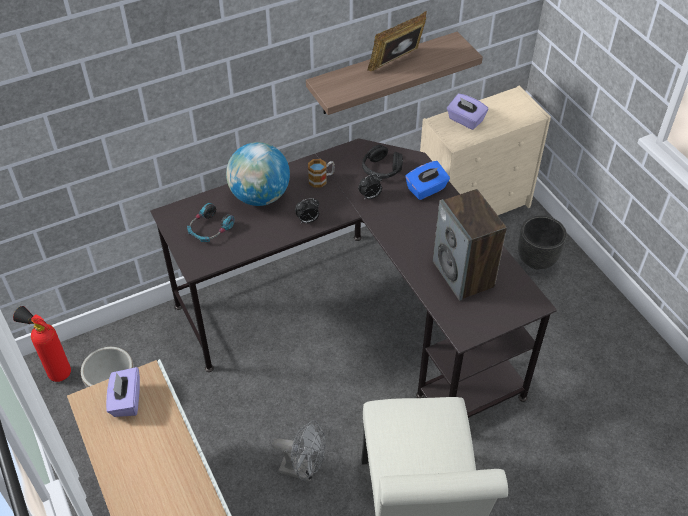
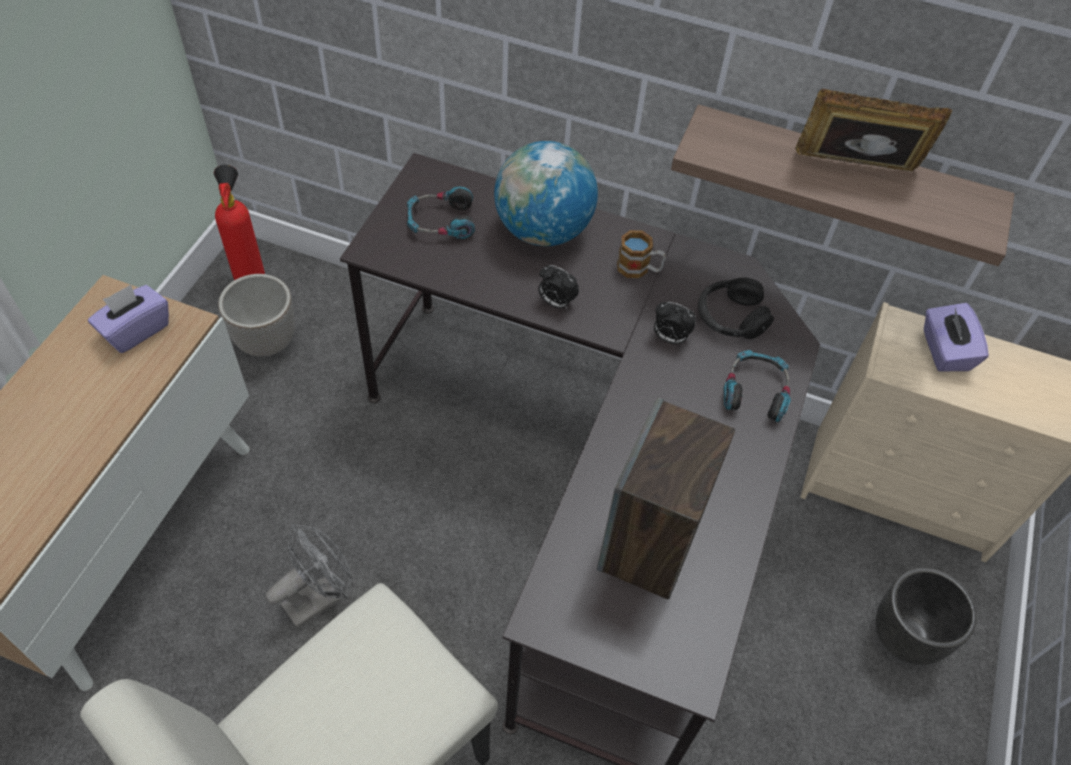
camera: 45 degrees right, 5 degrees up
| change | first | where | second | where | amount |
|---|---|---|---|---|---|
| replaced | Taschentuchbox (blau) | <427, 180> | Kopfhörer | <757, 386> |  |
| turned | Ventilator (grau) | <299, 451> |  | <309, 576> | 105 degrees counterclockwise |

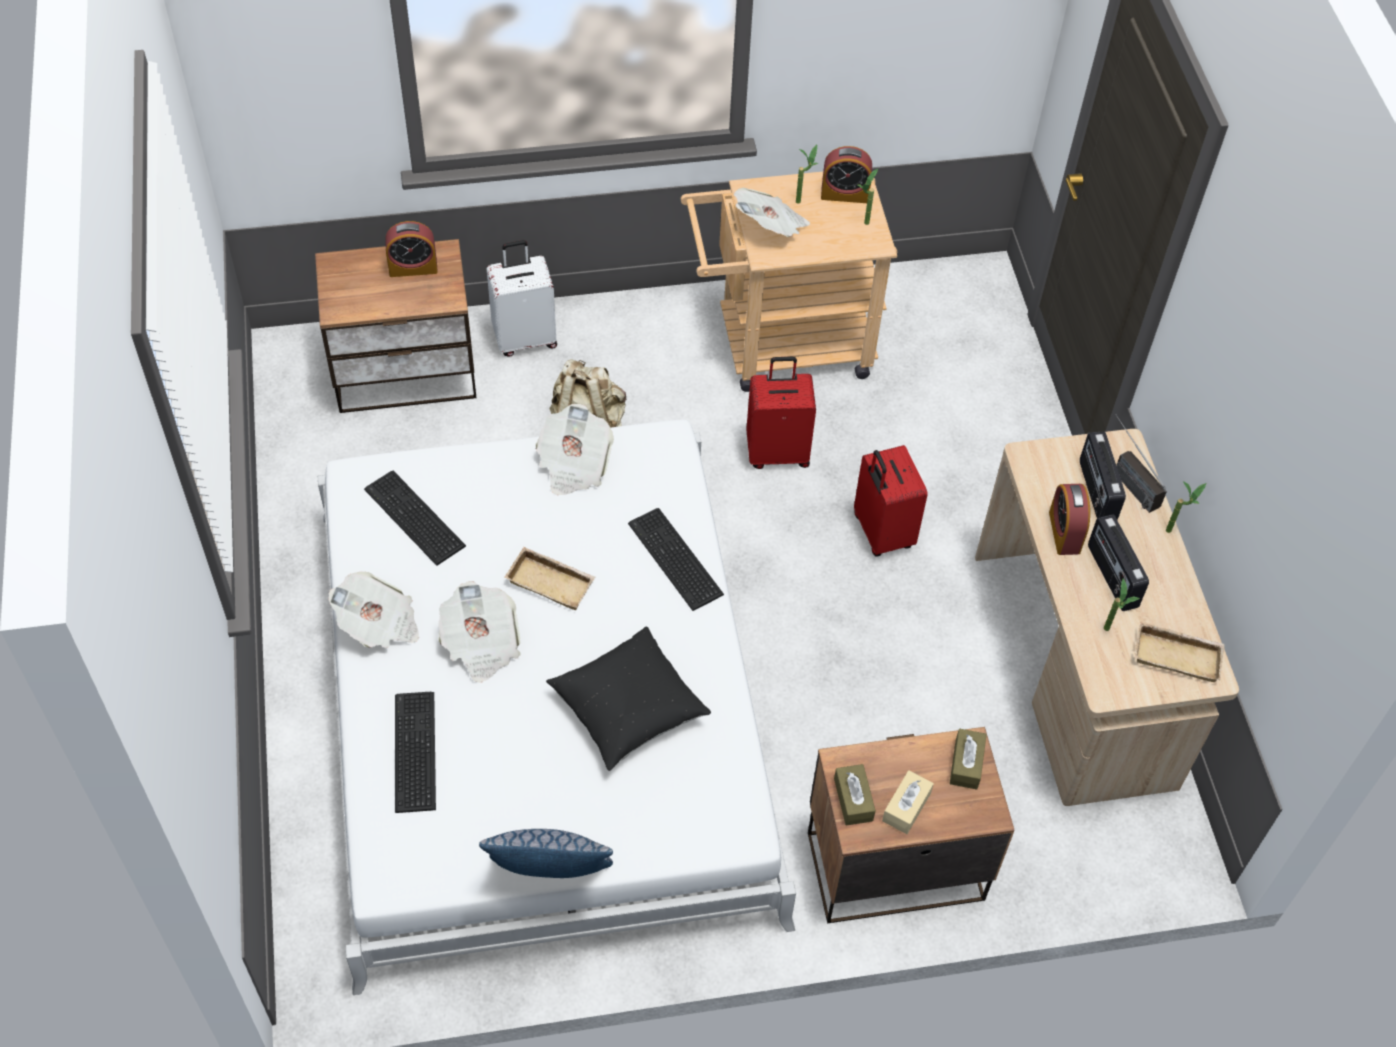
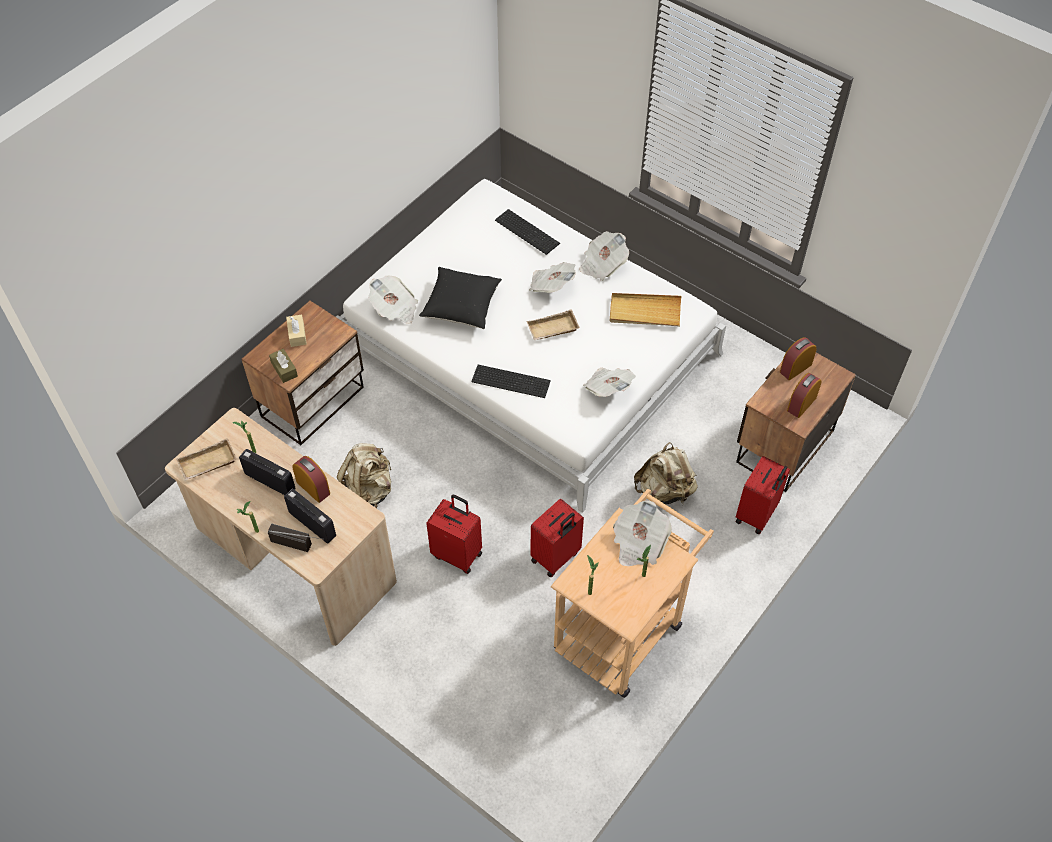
camera: 140 degrees right, 0 degrees up
| change | first | where | second | where | amount |
|---|---|---|---|---|---|
| moved | Wecker | <846, 174> |  | <798, 359> |  |
| recoloured | Koffer (weiß) | <521, 298> | Koffer (rot) | <763, 495> |  |
| replaced | Tastatur | <415, 518> | Tablett (beige) | <645, 310> |  |
| removed | Taschentuchbox (braun) | <855, 795> |  |  |  |
| removed | Kissen | <546, 853> |  |  |  |
| added |  |  | Zeitung | <393, 300> |  |
| added |  |  | Rucksack (beige) | <364, 475> |  |

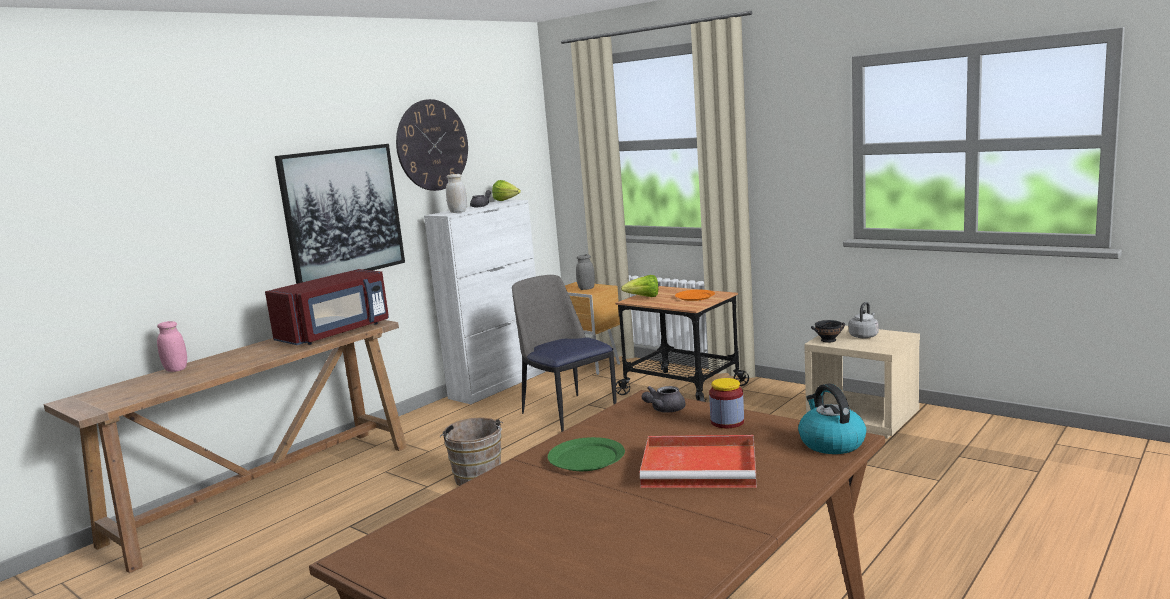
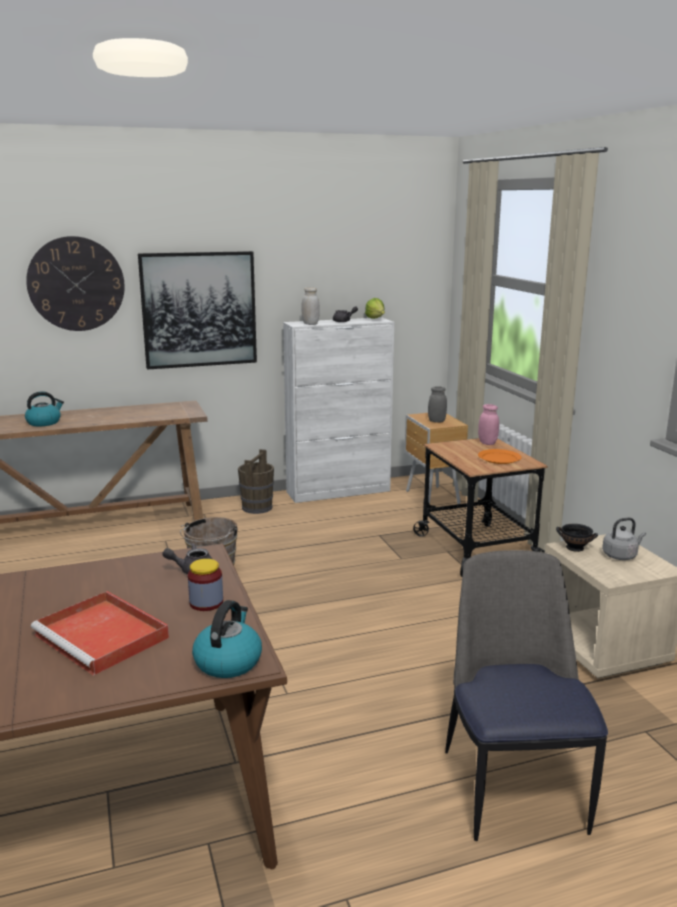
camera: 30 degrees right, 5 degrees up
| change | first | where | second | where | amount |
|---|---|---|---|---|---|
| moved | Wanduhr | <432, 145> |  | <75, 283> |  |
| removed | Mikrowelle (rot) | <327, 307> |  |  |  |
| moved | Stuhl | <564, 353> |  | <526, 695> |  |
| removed | Salatkopf | <639, 286> |  |  |  |
| moved | Vorratsglas (rosa) | <172, 346> |  | <488, 424> |  |
| removed | Teller (grün) | <586, 454> |  |  |  |
| added |  |  | Wasserkessel | <44, 408> |  |
| added |  |  | Eimer (braun) | <256, 481> |  |

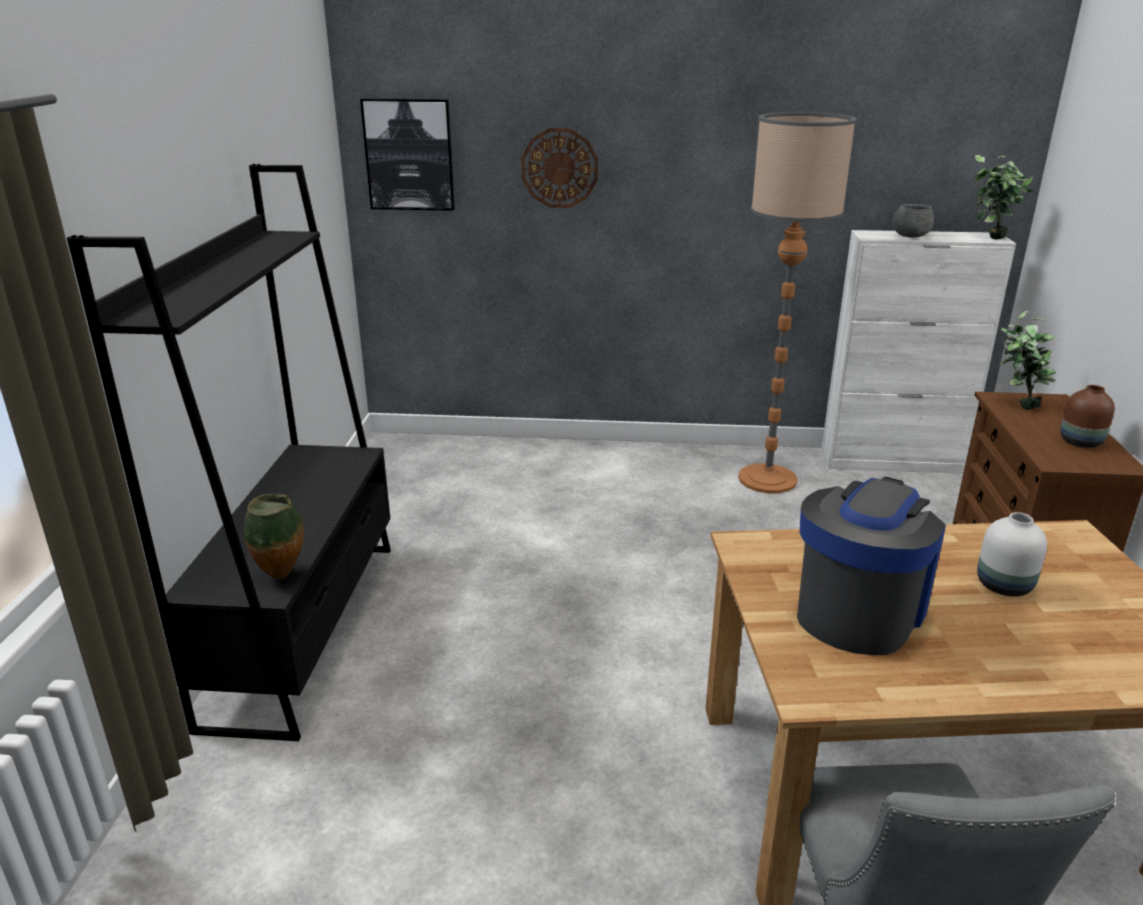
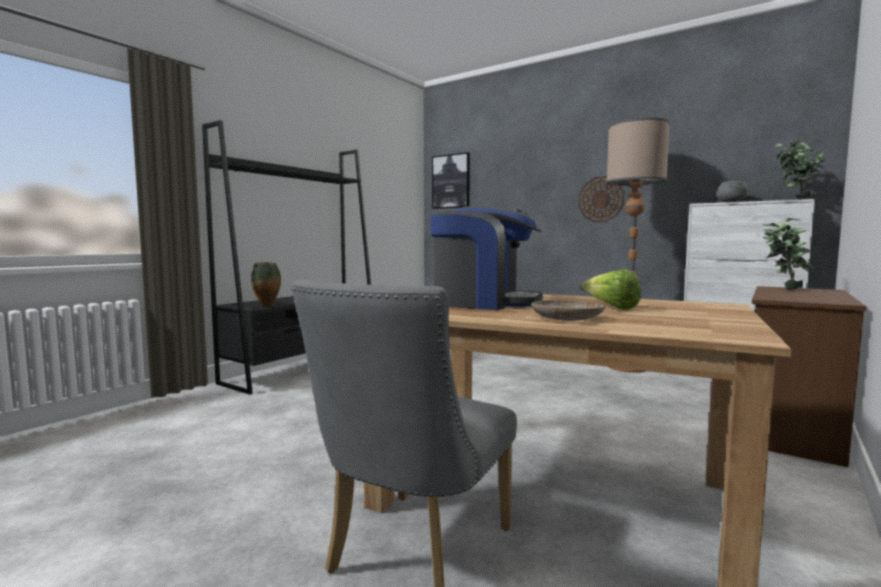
camera: 30 degrees right, 20 degrees down
| change | first | where | second | where | amount |
|---|---|---|---|---|---|
| moved | Wanduhr | <559, 168> |  | <601, 199> |  |
| removed | Vase (braun) | <1087, 416> |  |  |  |
| turned | Kaffeemaschine | <871, 566> |  | <486, 258> | 45 degrees clockwise |
| replaced | Vase (weiß) | <1012, 554> | Salatkopf | <611, 289> |  |
| added |  |  | Teller (beige) | <568, 310> |  |

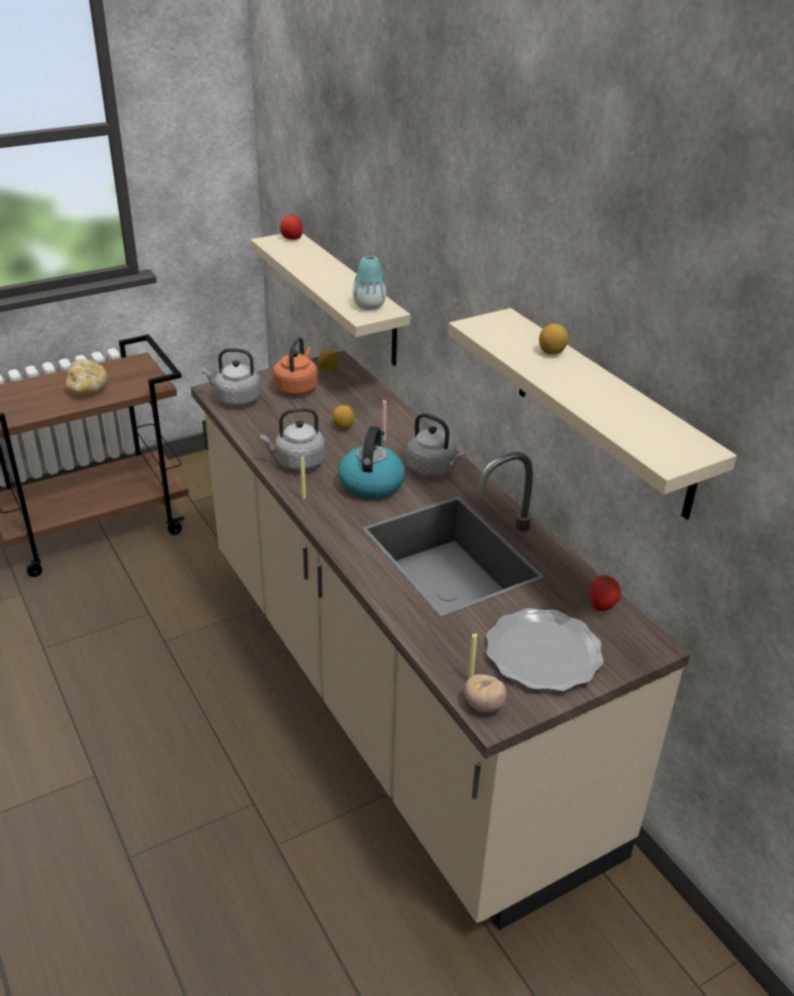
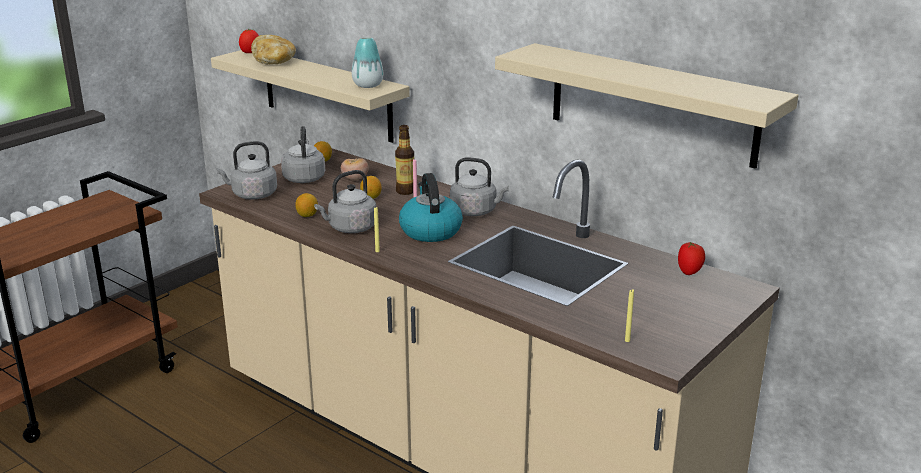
camera: 20 degrees left, 10 degrees down
| change | first | where | second | where | amount |
|---|---|---|---|---|---|
| moved | Zitrone | <553, 339> |  | <306, 205> |  |
| recoloured | Wasserkessel (orange) | <295, 366> | Wasserkessel (grau) | <303, 154> |  |
| moved | Brot | <86, 377> |  | <273, 49> |  |
| removed | Teller | <545, 649> |  |  |  |
| moved | Tomate | <485, 693> |  | <354, 169> |  |
| added |  |  | Flasche | <404, 160> |  |

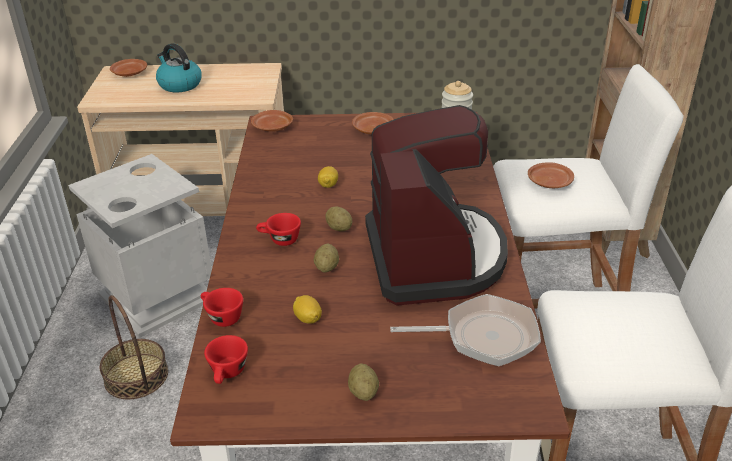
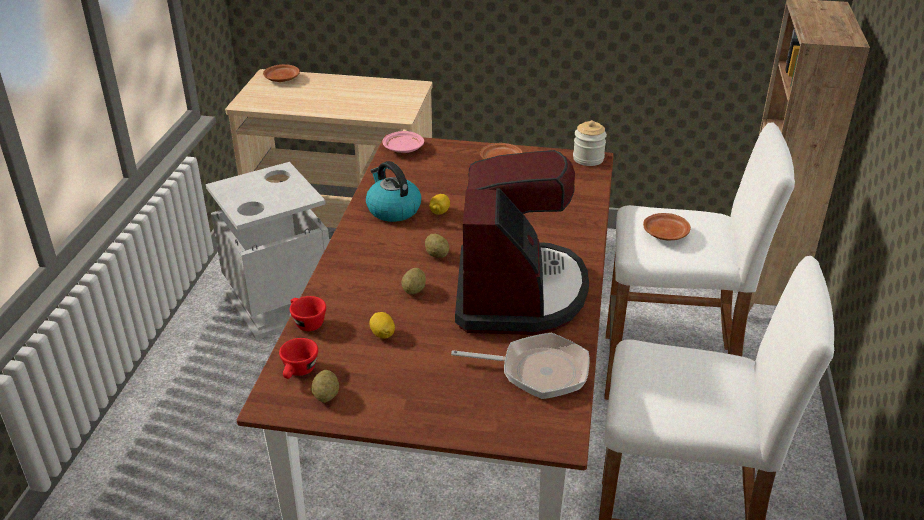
camera: 10 degrees right, 0 degrees up
| change | first | where | second | where | amount |
|---|---|---|---|---|---|
| moved | Wasserkessel | <179, 67> |  | <393, 191> |  |
| recoloured | Teller (braun) | <272, 121> | Teller (rosa) | <403, 142> |  |
| removed | Tasse (rot) | <278, 229> |  |  |  |
| removed | Korb | <134, 347> |  |  |  |
| moved | Kartoffel | <363, 382> |  | <325, 386> |  |

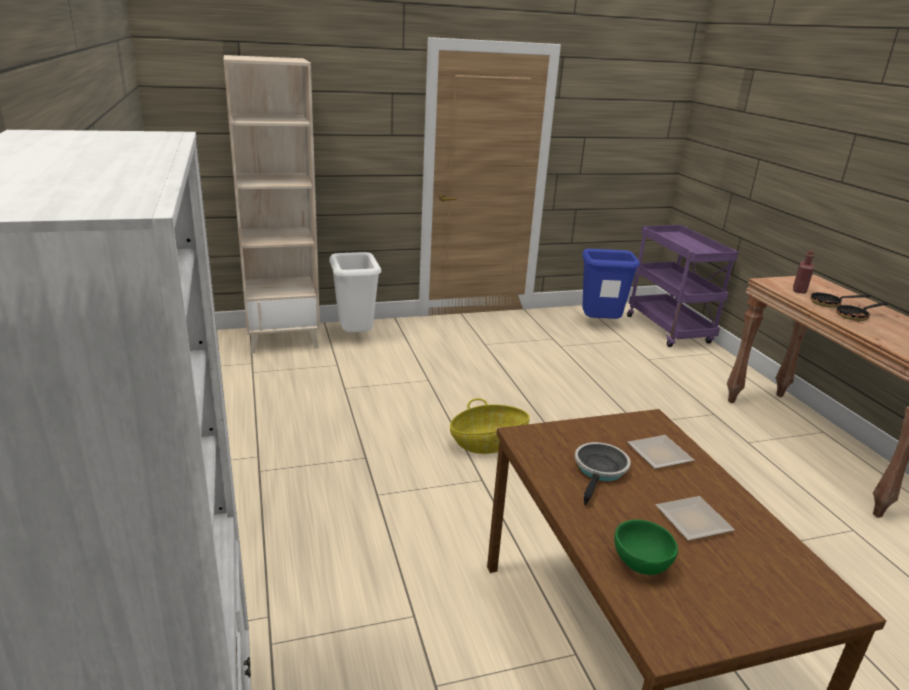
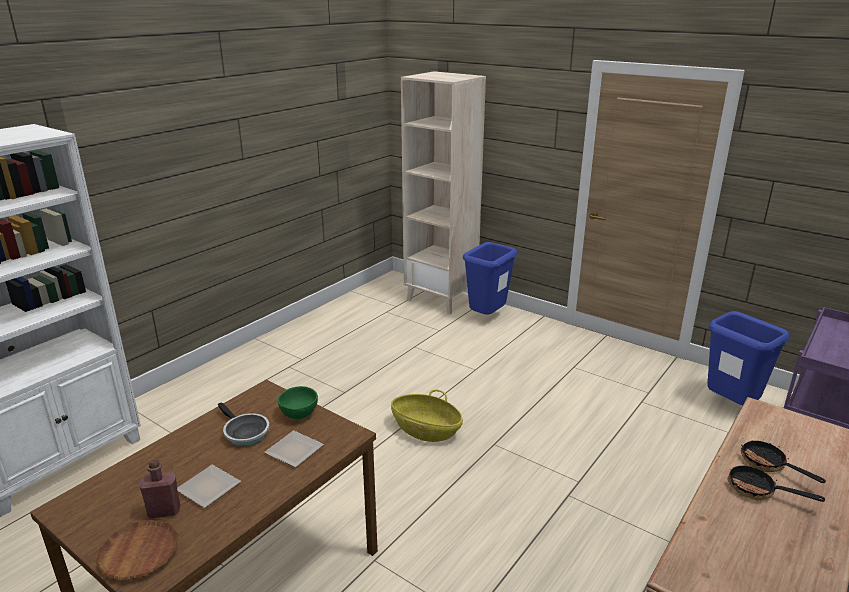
camera: 55 degrees right, 0 degrees up
| change | first | where | second | where | amount |
|---|---|---|---|---|---|
| moved | Flasche (rot) | <803, 272> |  | <159, 489> |  |
| recoloured | Mülleimer (weiß) | <355, 292> | Mülleimer (blau) | <490, 278> |  |
| turned | Pfanne | <603, 473> |  | <243, 424> | 60 degrees clockwise |
| moved | Schüssel (grün) | <646, 547> |  | <298, 402> |  |
| added |  |  | Teller (braun) | <137, 550> |  |

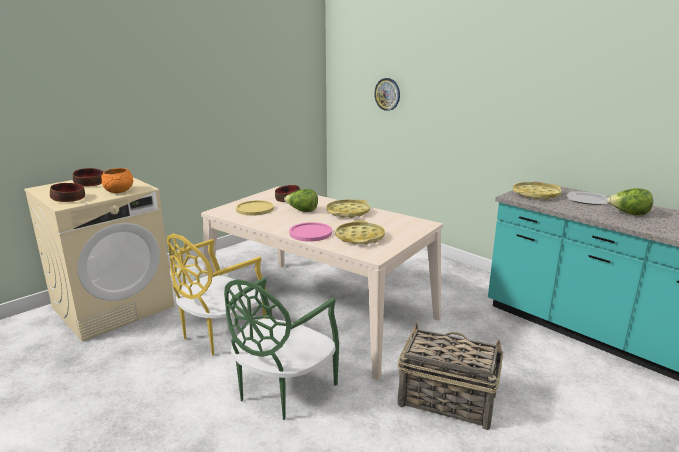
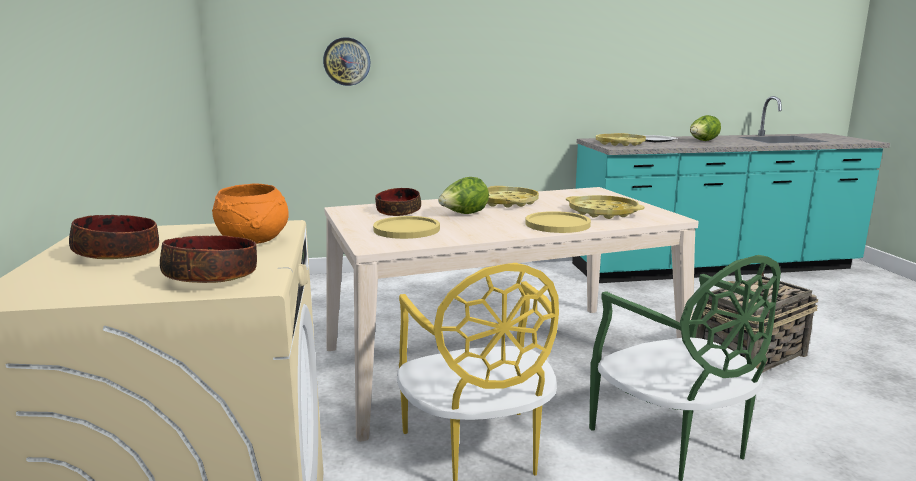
camera: 55 degrees left, 5 degrees down
| change | first | where | second | where | amount |
|---|---|---|---|---|---|
| recoloured | Teller (rosa) | <310, 232> | Teller (gelb) | <558, 222> |  |

